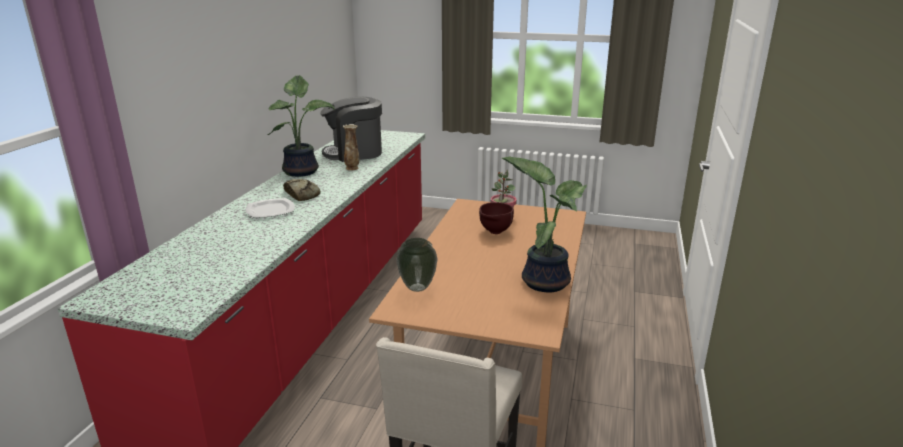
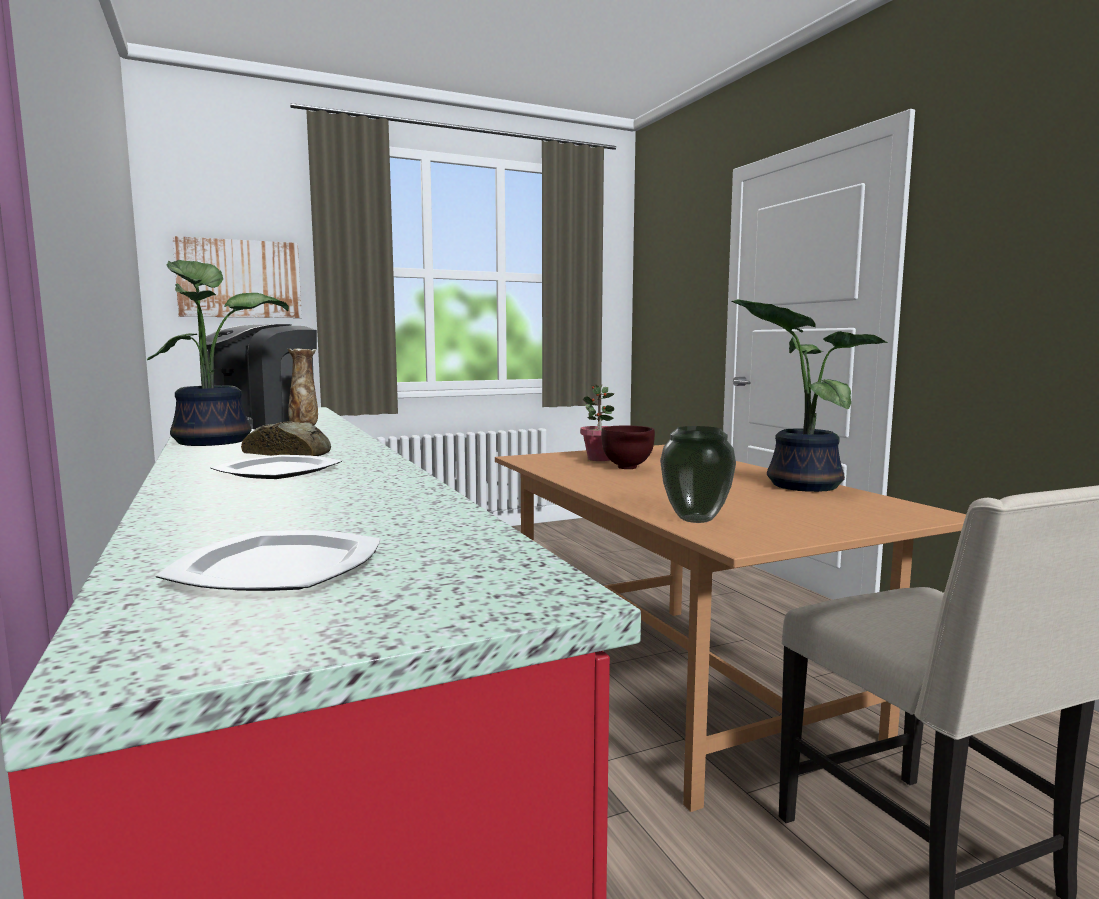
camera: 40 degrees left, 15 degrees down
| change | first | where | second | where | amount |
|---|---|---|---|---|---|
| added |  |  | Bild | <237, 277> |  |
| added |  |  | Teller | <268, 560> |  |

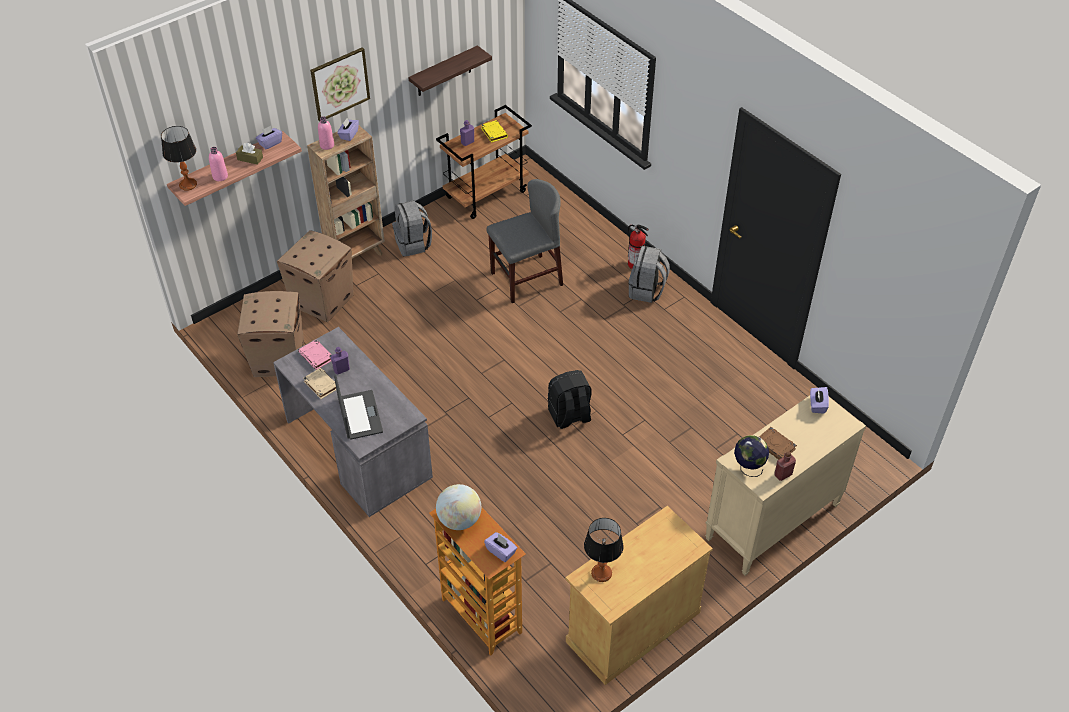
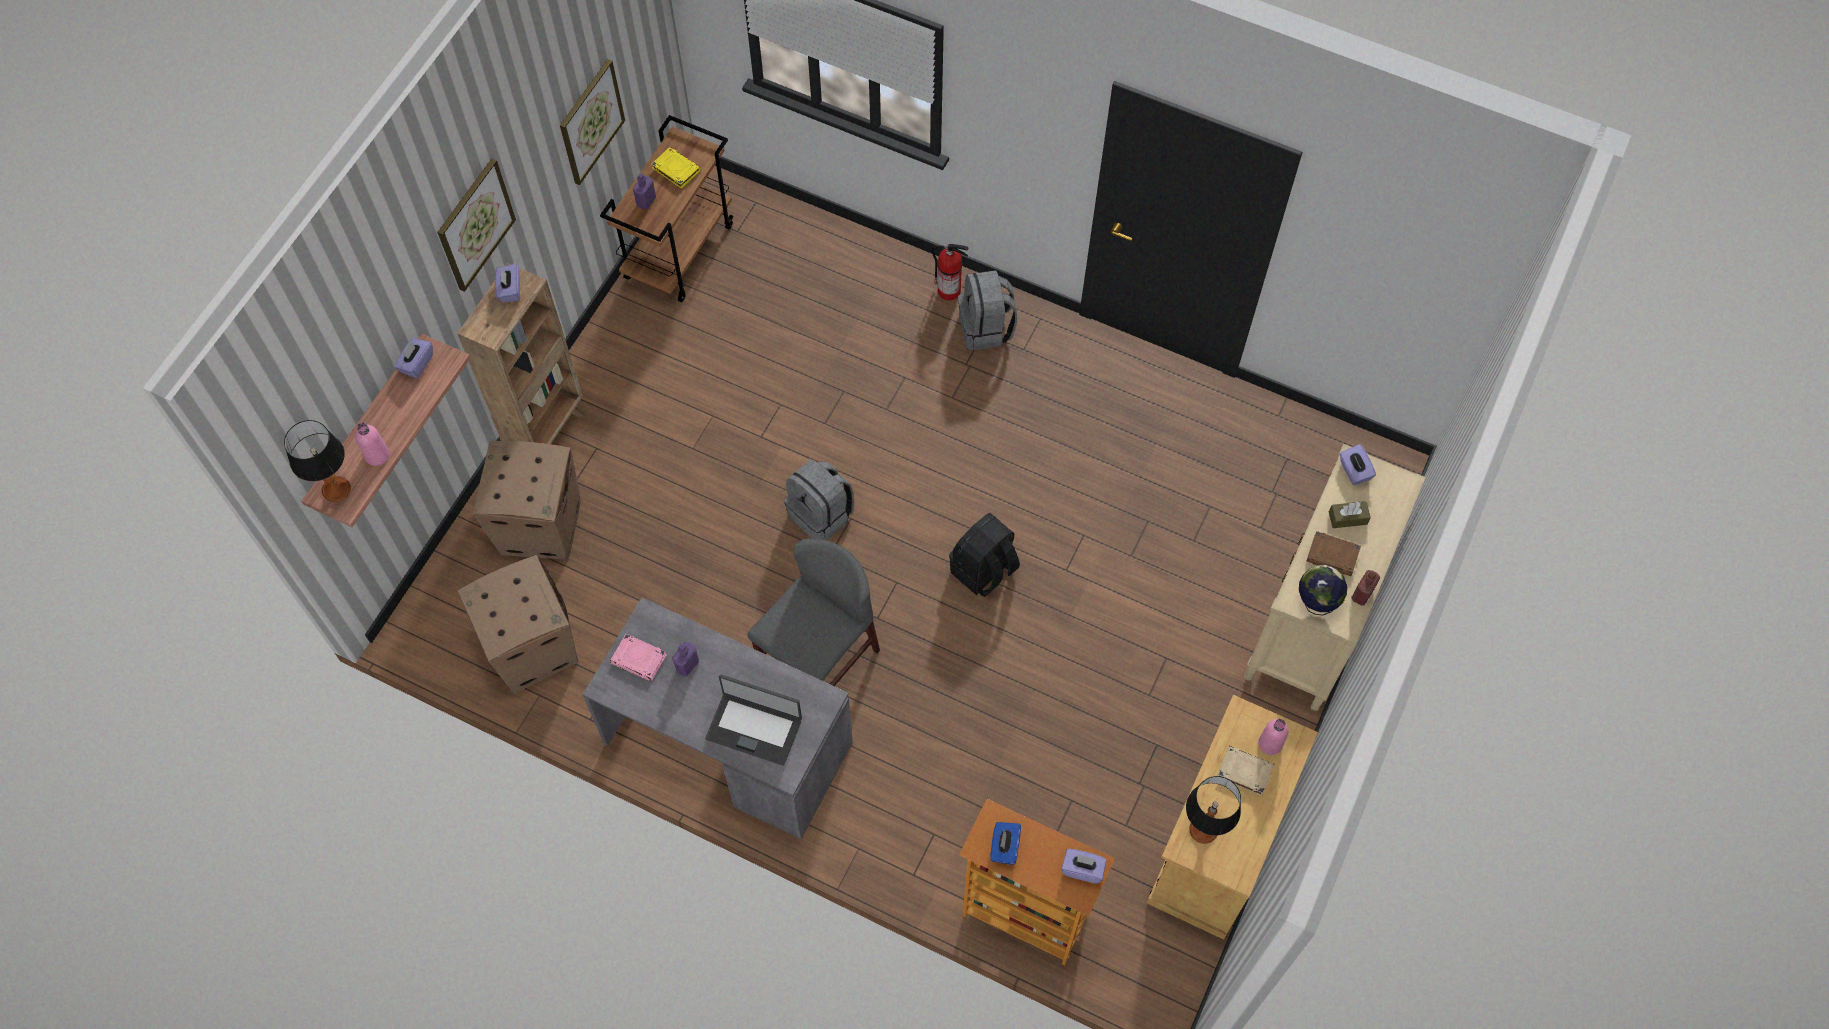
camera: 25 degrees left, 15 degrees up
| change | first | where | second | where | amount |
|---|---|---|---|---|---|
| replaced | Wandregal | <450, 70> | Bild | <592, 122> |  |
| moved | Flasche (rosa) | <326, 133> |  | <1273, 737> |  |
| moved | Taschentuchbox (braun) | <249, 154> |  | <1350, 514> |  |
| moved | Stuhl (grau) | <525, 241> |  | <814, 612> |  |
| moved | Rucksack (grau) | <412, 228> |  | <819, 499> |  |
| moved | Buch (beige) | <319, 383> |  | <1245, 771> |  |
| turned | Laptop | <358, 407> |  | <753, 719> | 150 degrees clockwise |
| replaced | Globus | <458, 507> | Taschentuchbox (blau) | <1006, 843> |  |

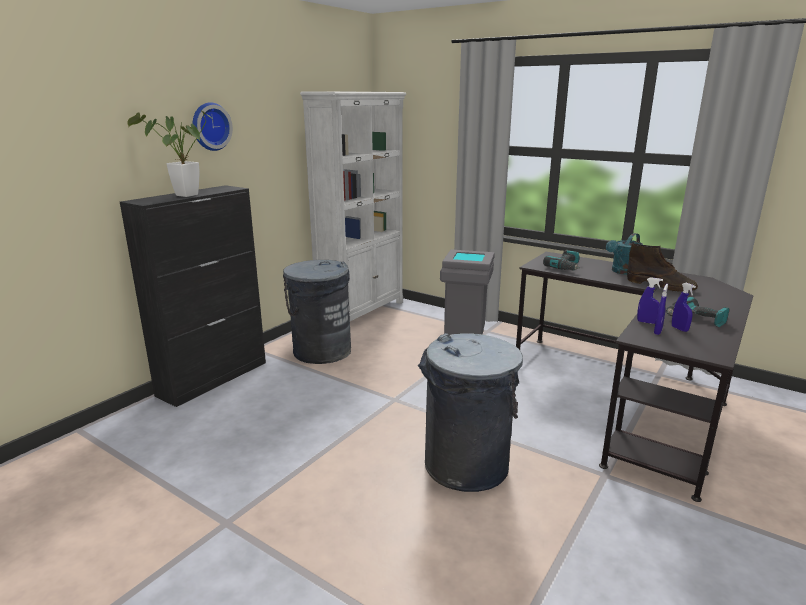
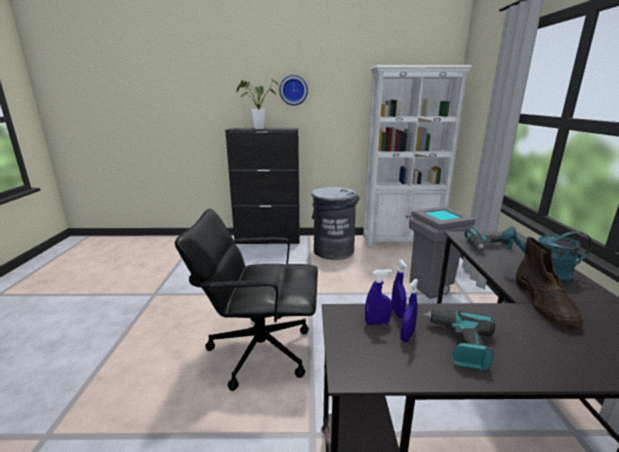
camera: 55 degrees right, 0 degrees up
| change | first | where | second | where | amount |
|---|---|---|---|---|---|
| replaced | Mülleimer (grau) | <470, 412> | Bürostuhl (schwarz) | <246, 299> |  |

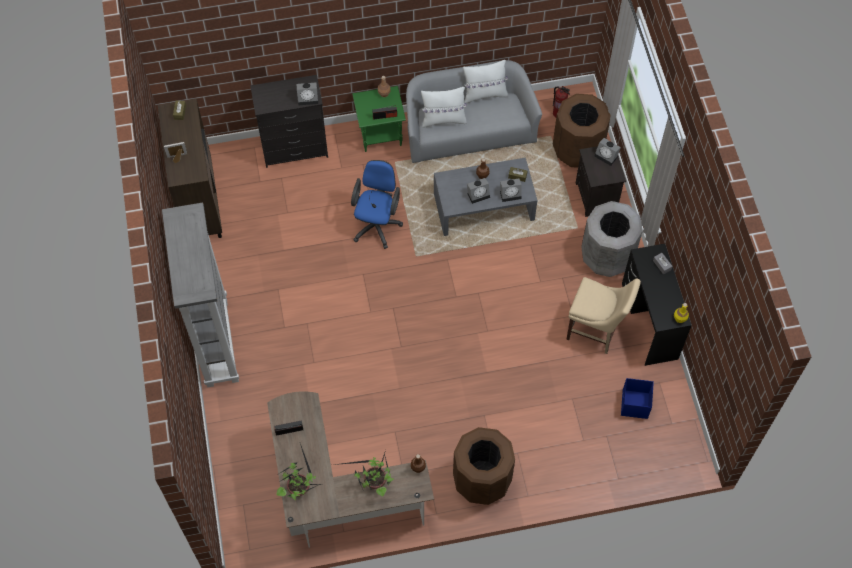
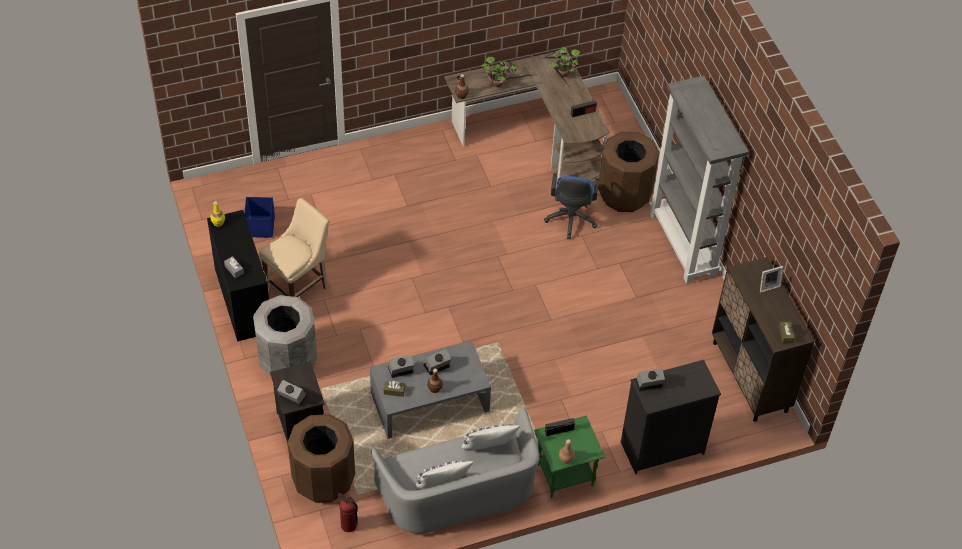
camera: 170 degrees right, 10 degrees down
| change | first | where | second | where | amount |
|---|---|---|---|---|---|
| moved | Bürostuhl (blau) | <377, 204> |  | <571, 206> |  |
| turned | Stuhl (beige) | <604, 315> |  | <294, 247> | 120 degrees clockwise |
| moved | Mülleimer (braun) | <484, 466> |  | <628, 172> |  |

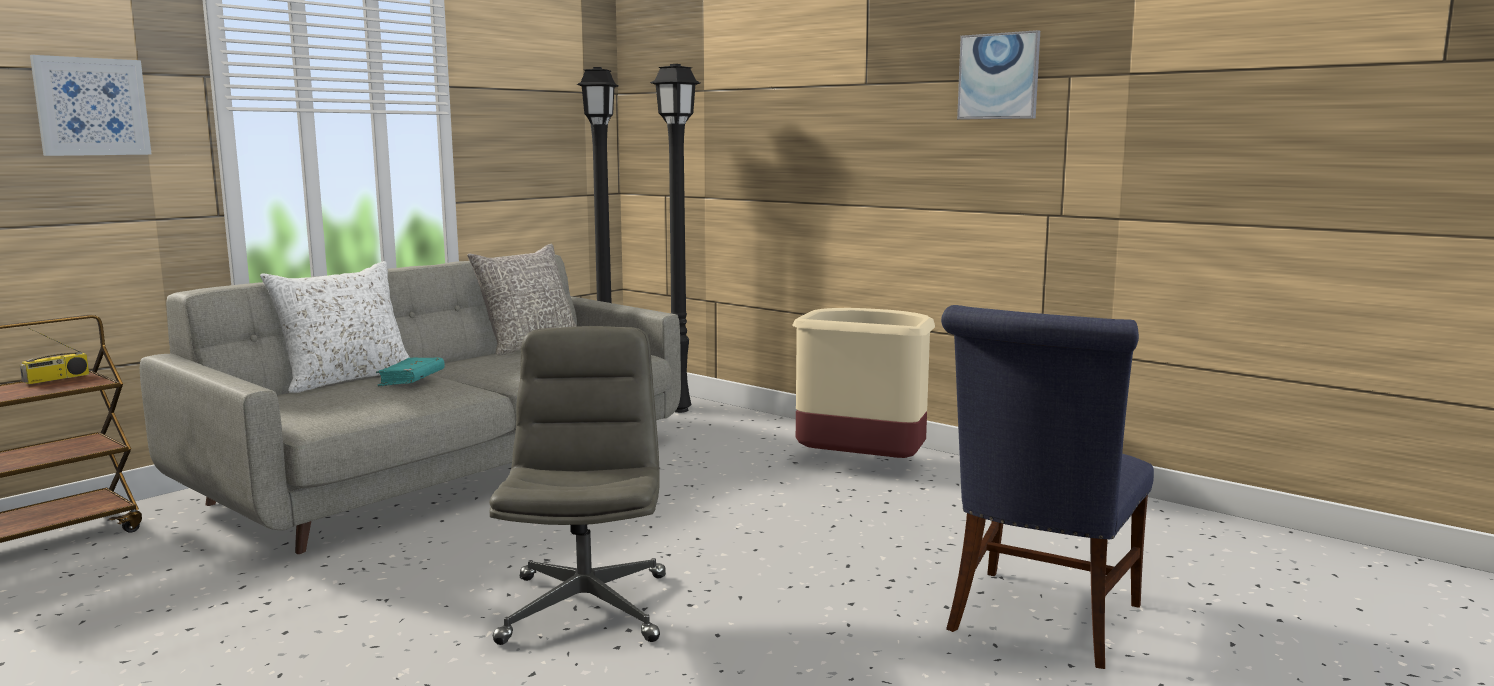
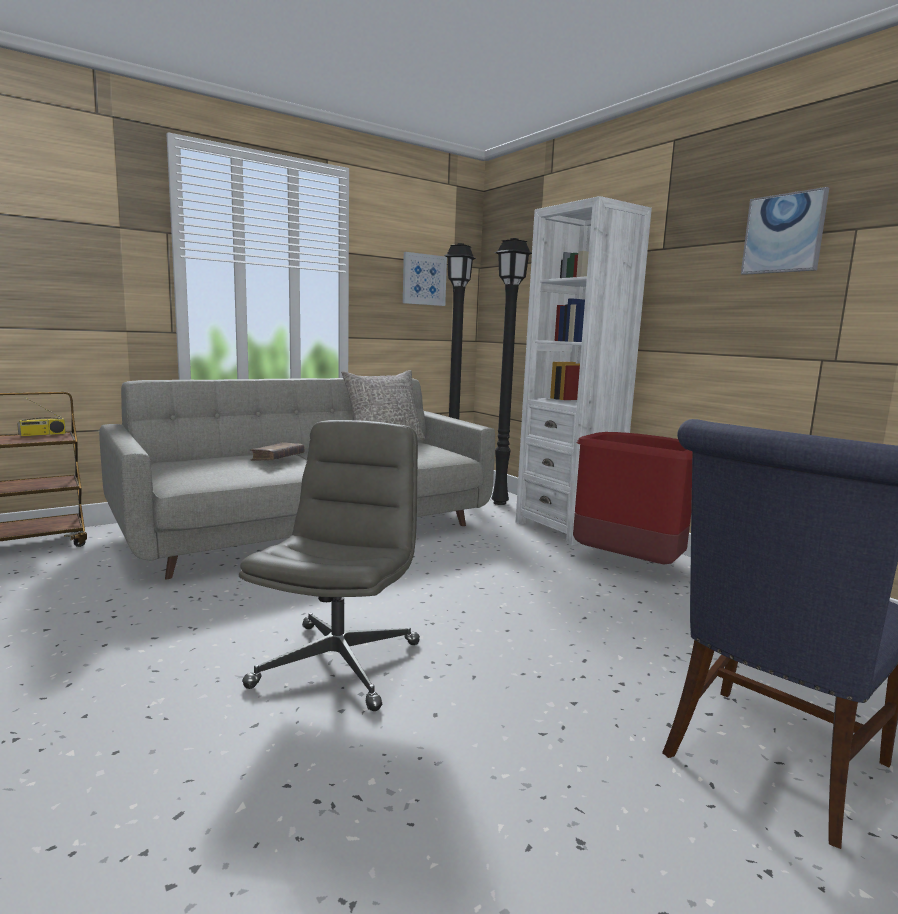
camera: 15 degrees right, 0 degrees up
| change | first | where | second | where | amount |
|---|---|---|---|---|---|
| moved | Bild | <91, 105> |  | <425, 279> |  |
| removed | Kissen (weiß) | <335, 327> |  |  |  |
| recoloured | Mülleimer (beige) | <863, 383> | Mülleimer (rot) | <632, 498> |  |
| recoloured | Buch (türkis) | <410, 371> | Buch (braun) | <277, 451> |  |
| added |  |  | Bücherregal (weiß) | <584, 370> |  |

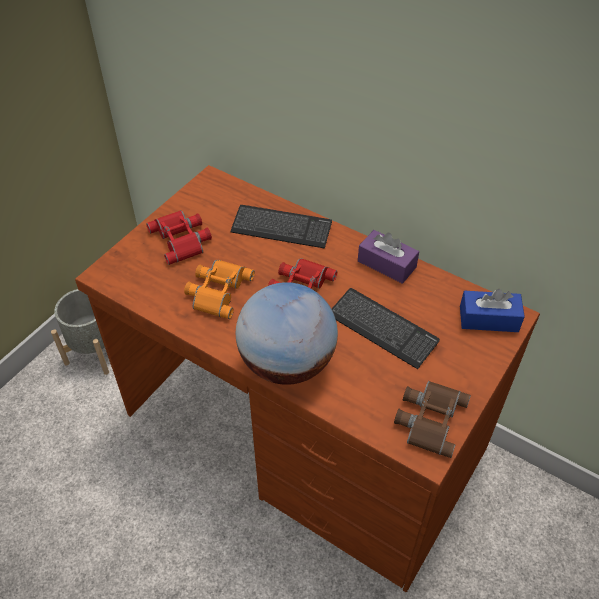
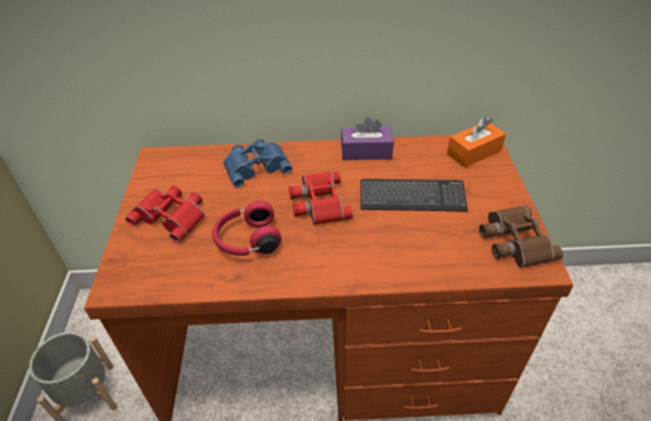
camera: 35 degrees left, 5 degrees down
| change | first | where | second | where | amount |
|---|---|---|---|---|---|
| replaced | Tastatur | <281, 227> | Fernglas (blau) | <257, 163> |  |
| replaced | Fernglas (orange) | <219, 289> | Kopfhörer (rot) | <247, 228> |  |
| removed | Globus | <287, 333> |  |  |  |
| recoloured | Taschentuchbox (blau) | <492, 310> | Taschentuchbox (orange) | <476, 142> |  |

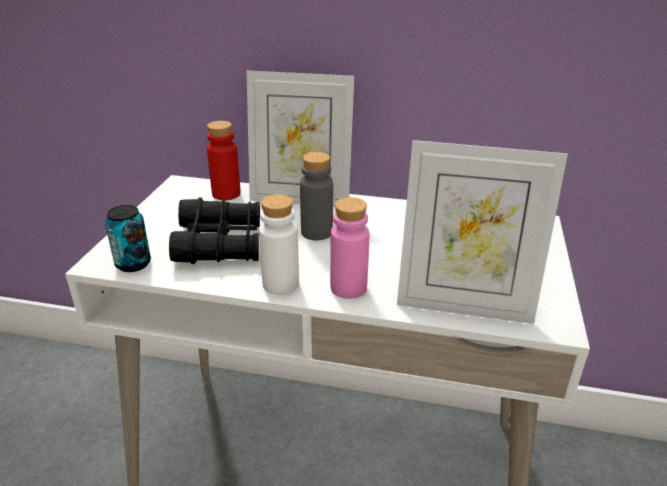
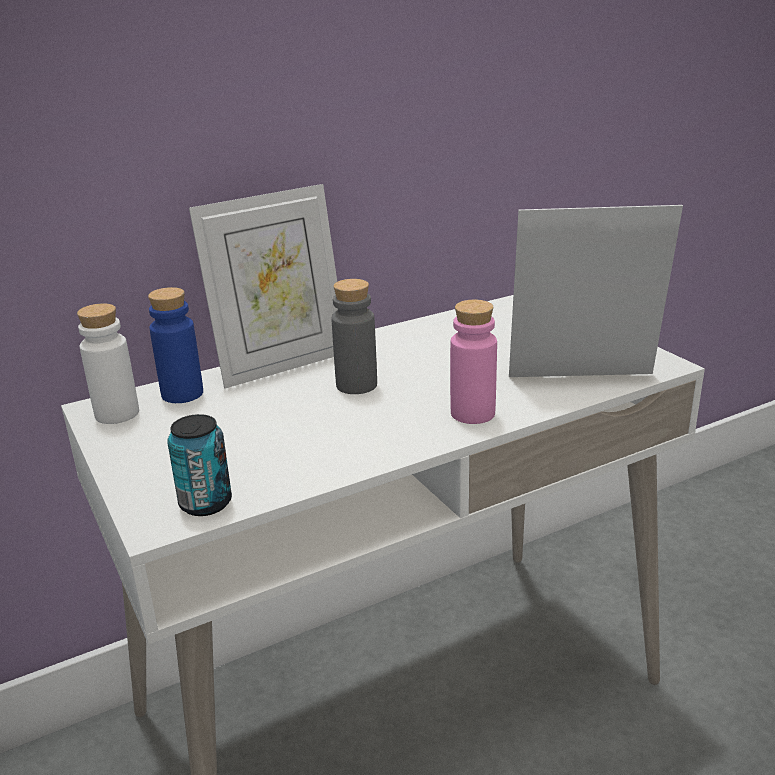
camera: 40 degrees left, 5 degrees down
| change | first | where | second | where | amount |
|---|---|---|---|---|---|
| recoloured | Flasche (rot) | <224, 160> | Flasche (blau) | <175, 345> |  |
| turned | Bilderrahmen | <482, 232> |  | <596, 291> | 150 degrees counterclockwise |
| moved | Flasche (weiß) | <279, 244> |  | <108, 363> |  |
| removed | Fernglas (schwarz) | <214, 231> |  |  |  |

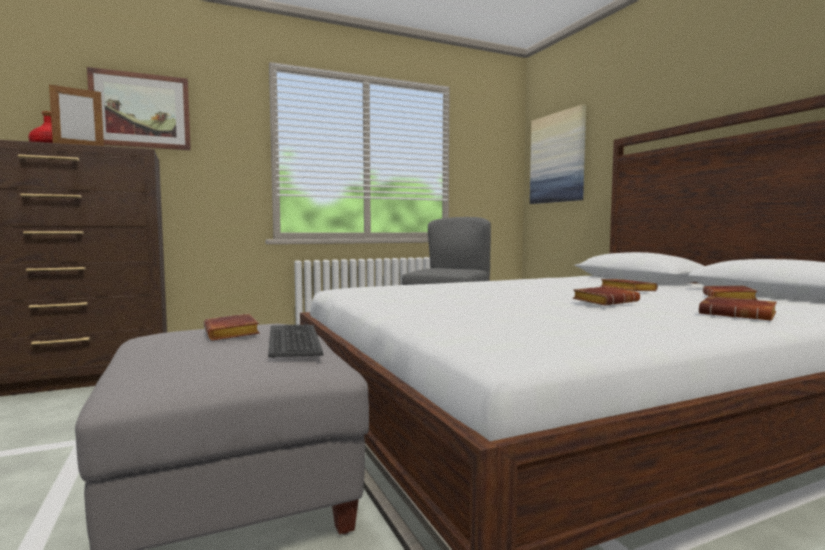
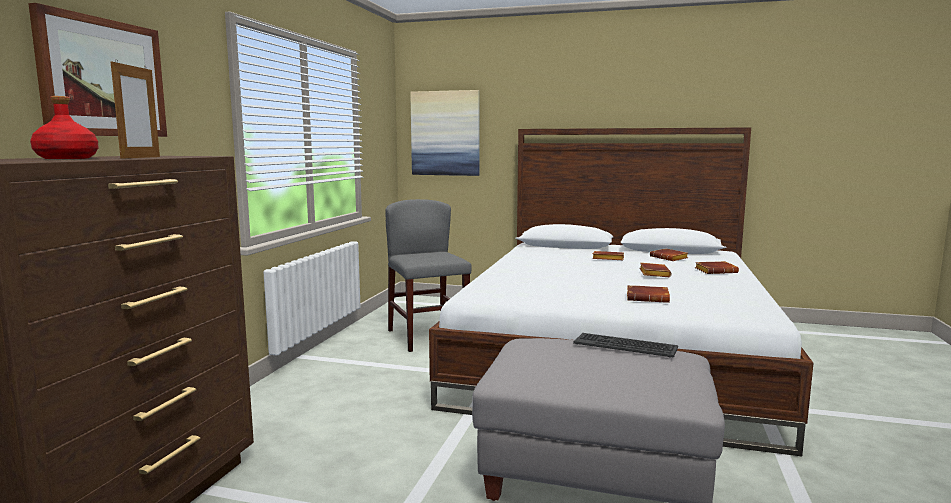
camera: 50 degrees left, 5 degrees up
| change | first | where | second | where | amount |
|---|---|---|---|---|---|
| moved | Buch (braun) | <232, 326> |  | <648, 294> |  |

